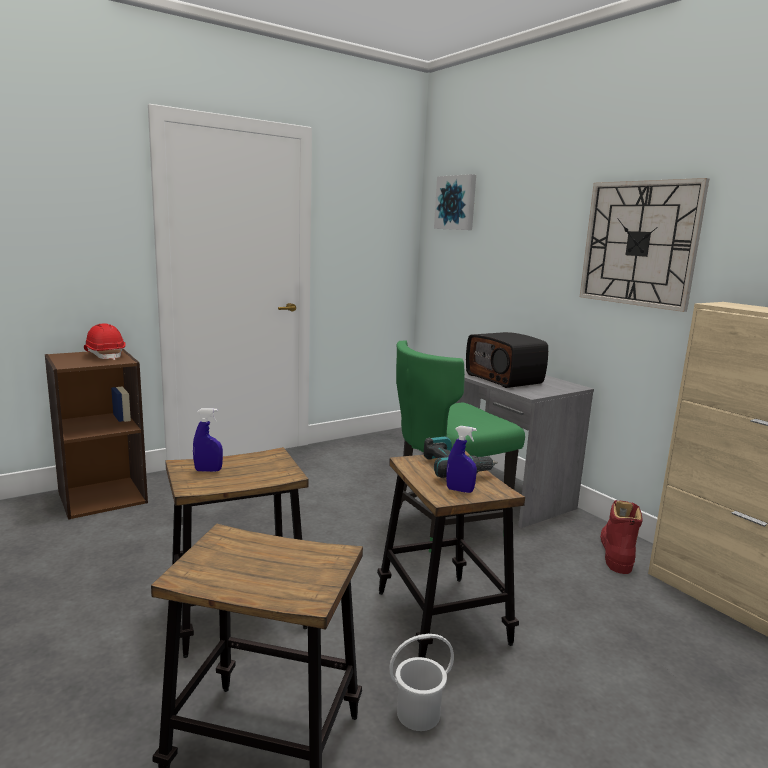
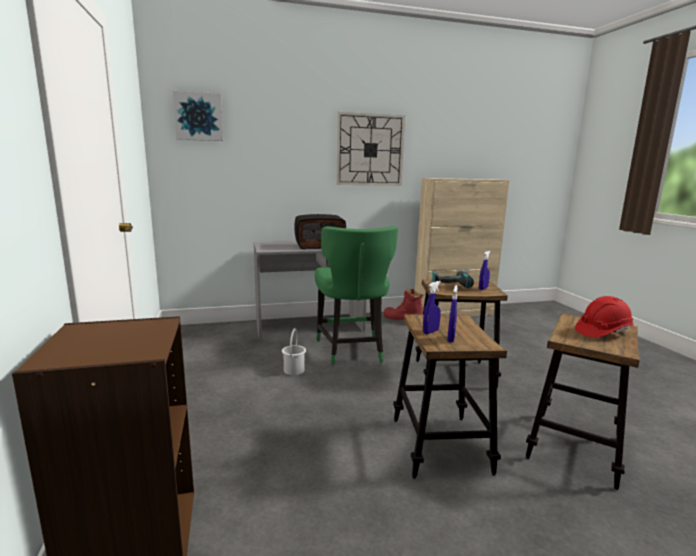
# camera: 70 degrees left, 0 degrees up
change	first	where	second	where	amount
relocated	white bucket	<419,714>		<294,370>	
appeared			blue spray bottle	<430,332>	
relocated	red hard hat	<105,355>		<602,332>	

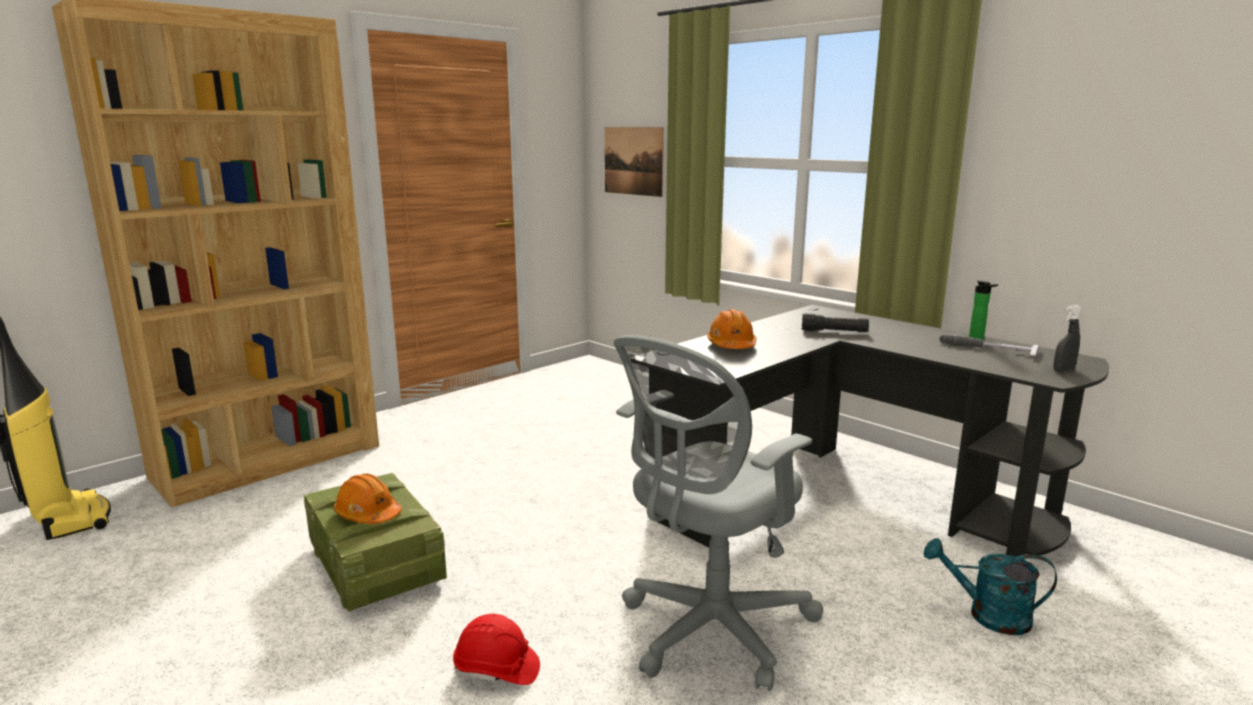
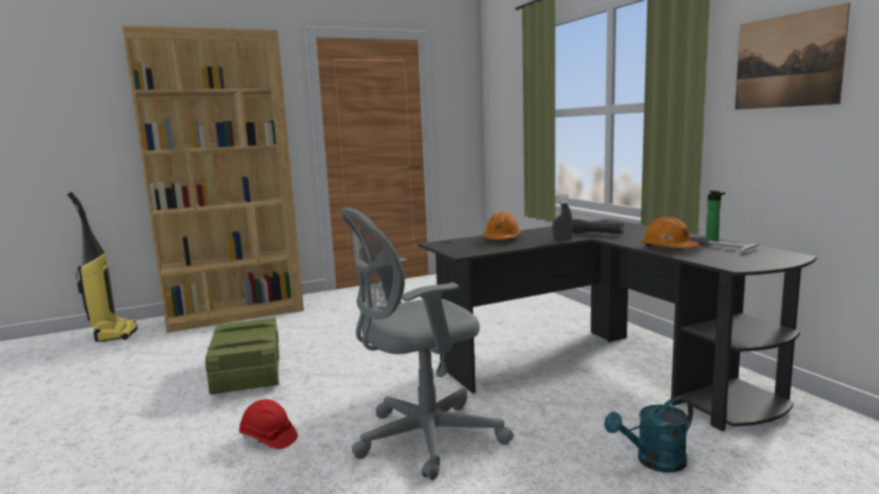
# camera: 20 degrees right, 5 degrees down
change	first	where	second	where	amount
relocated	grey spray bottle	<1063,370>		<562,240>	
spun	turquoise watering can	<988,616>		<654,462>	60 degrees counterclockwise
relocated	orange hard hat	<368,514>		<668,248>	
relocated	picture	<633,161>		<787,61>	

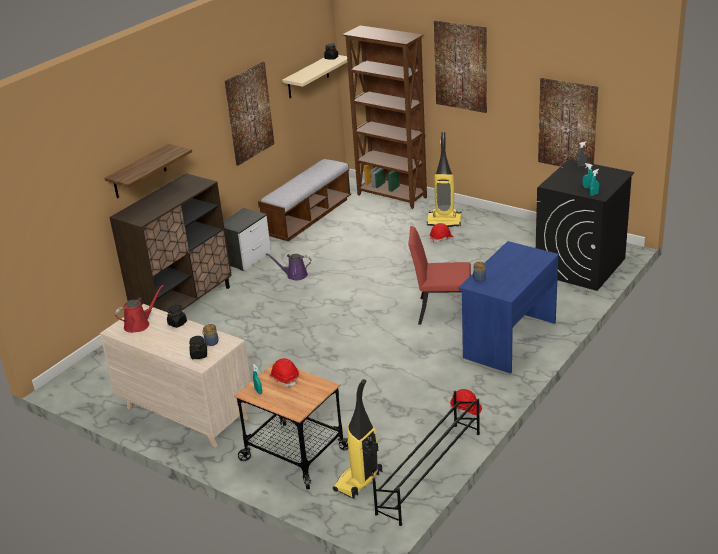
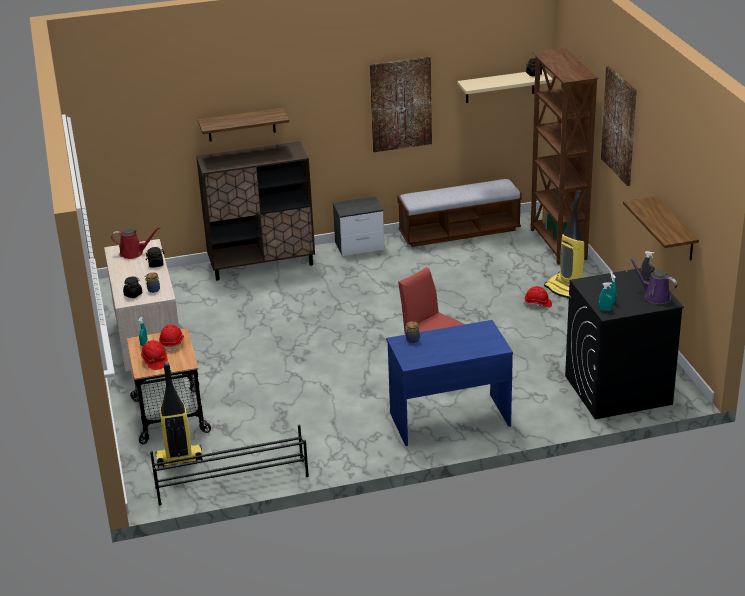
# camera: 40 degrees right, 0 degrees up
change	first	where	second	where	amount
relocated	red hard hat	<465,408>		<154,361>	
exchanged	picture	<567,125>	shelf	<675,229>	
relocated	purple watering can	<294,275>		<655,296>	

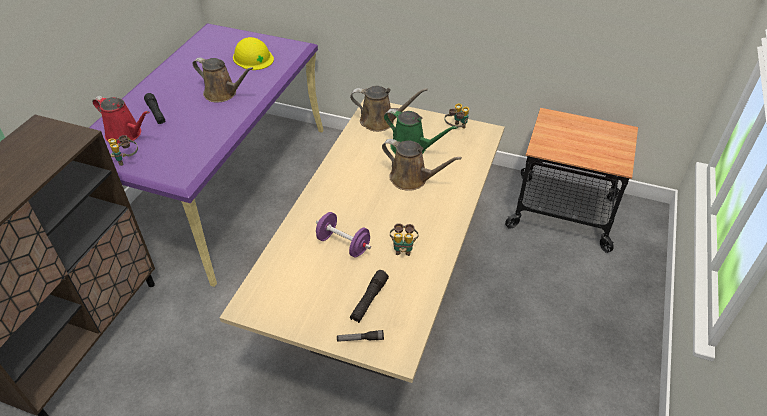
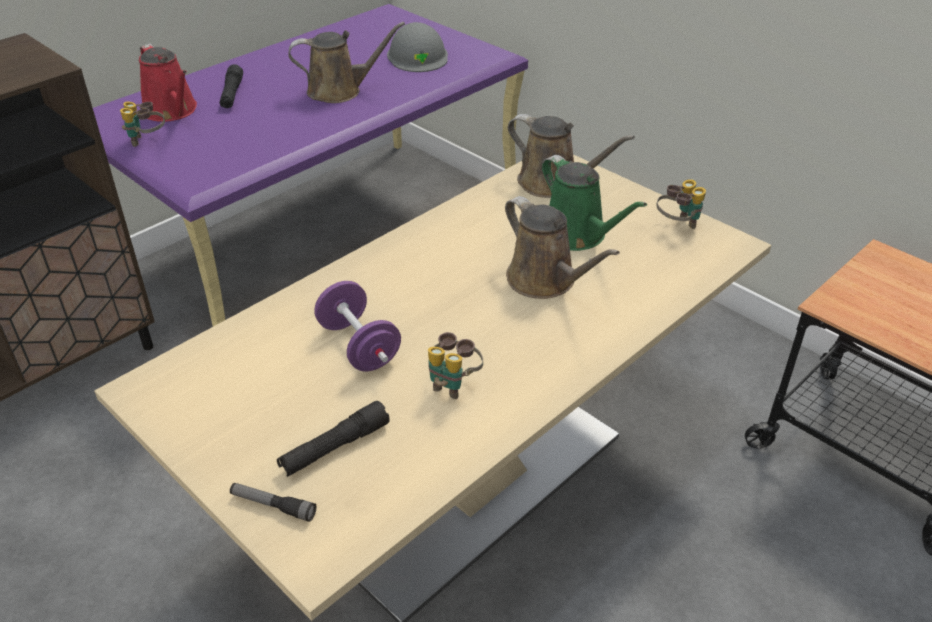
# camera: 25 degrees right, 5 degrees down
change	first	where	second	where	amount
spun	brown watering can	<223,94>		<340,91>	60 degrees counterclockwise
colour	yellow hard hat	<253,58>	grey hard hat	<418,56>	

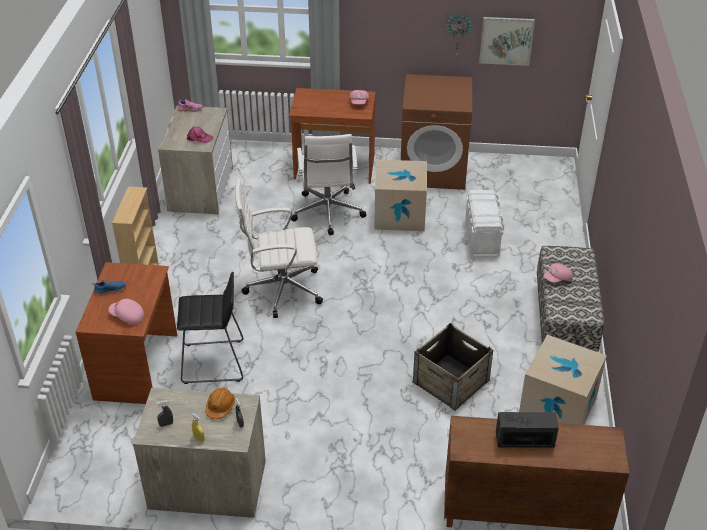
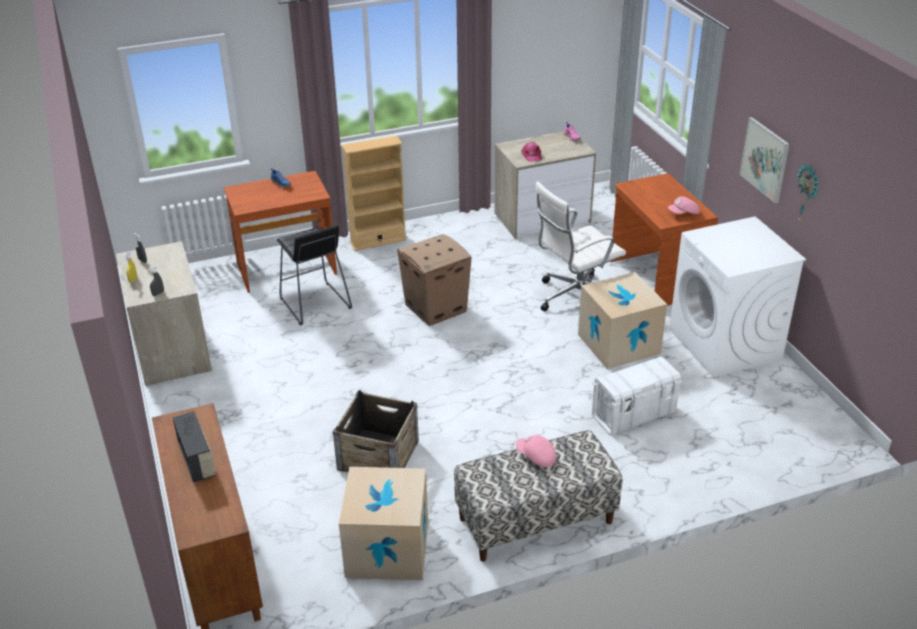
# camera: 65 degrees right, 5 degrees down
change	first	where	second	where	amount
exchanged	white office chair	<281,290>	cardboard box	<436,308>	
colour	brown washing machine	<433,170>	white washing machine	<725,344>	
relocated	picture	<506,41>		<765,159>	
missing	pink cap	<127,317>			
missing	orange hard hat	<220,407>			

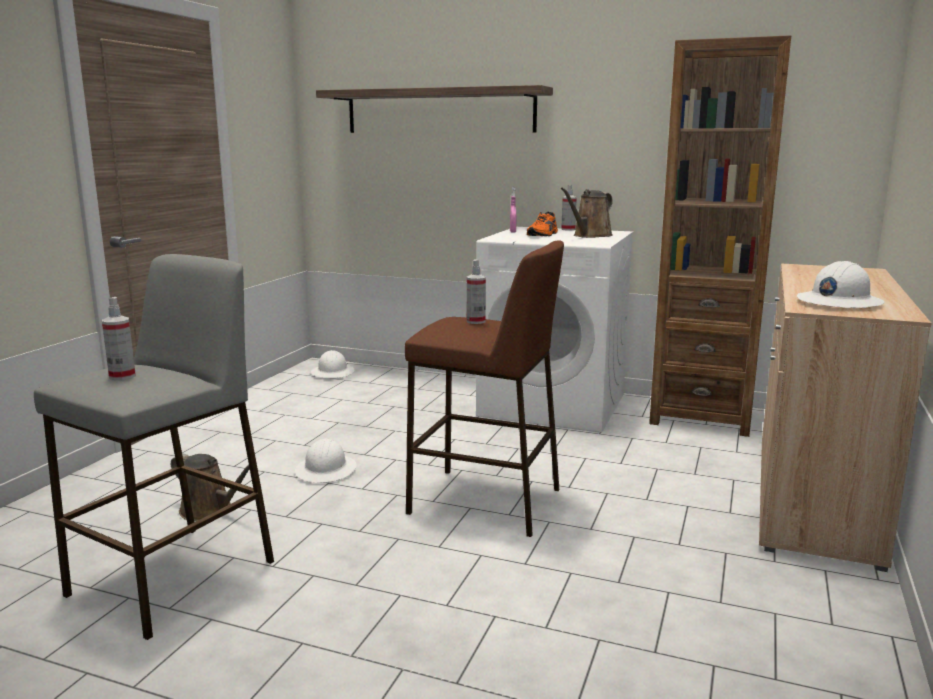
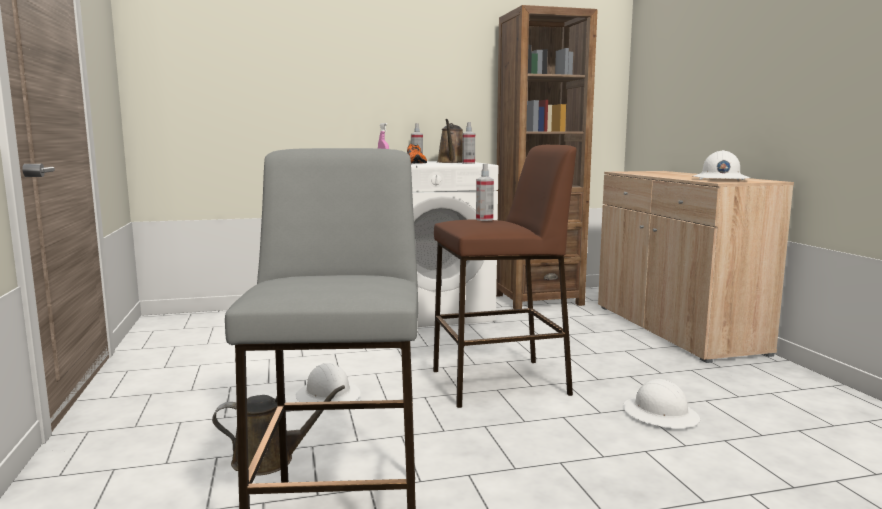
# camera: 35 degrees left, 5 degrees down
change	first	where	second	where	amount
relocated	spray bottle	<122,376>		<468,163>	
relocated	white hard hat	<333,373>		<660,414>	
missing	shelf	<439,111>			

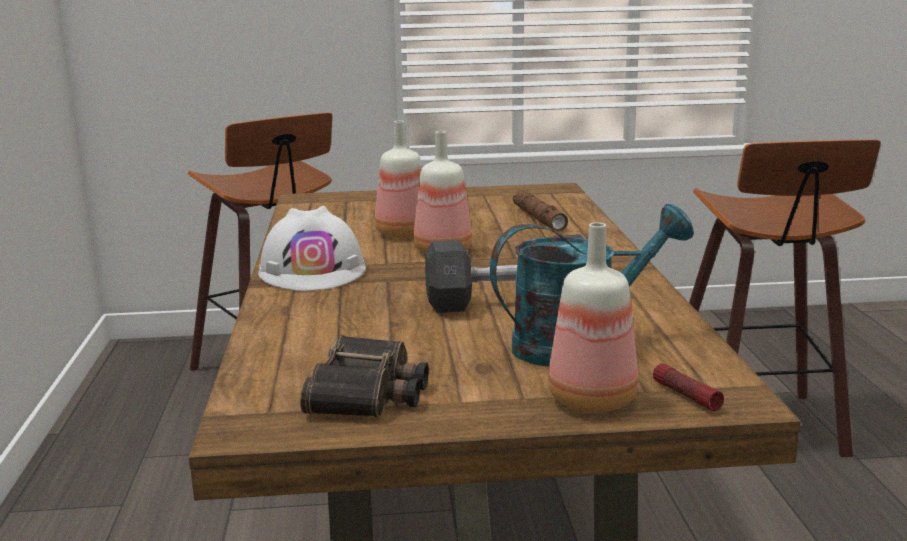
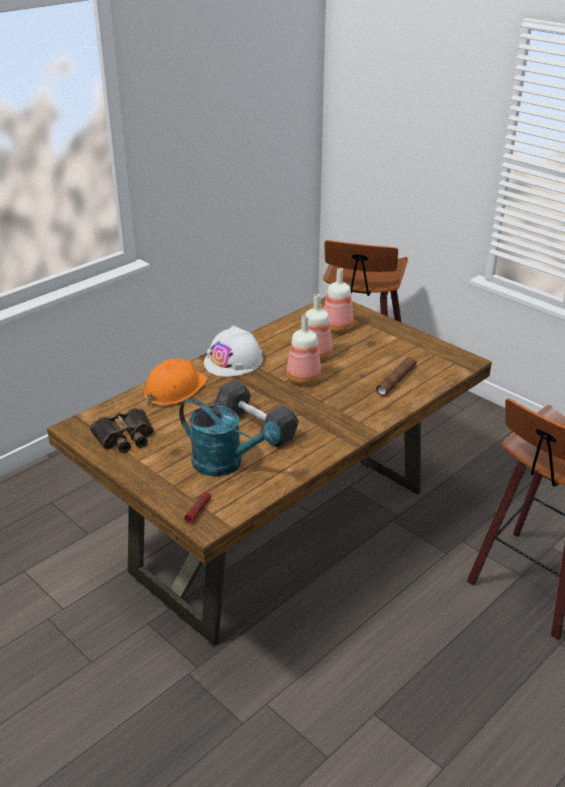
# camera: 50 degrees right, 15 degrees up
change	first	where	second	where	amount
appeared			orange hard hat	<174,389>	
relocated	bottle	<594,401>		<337,328>	

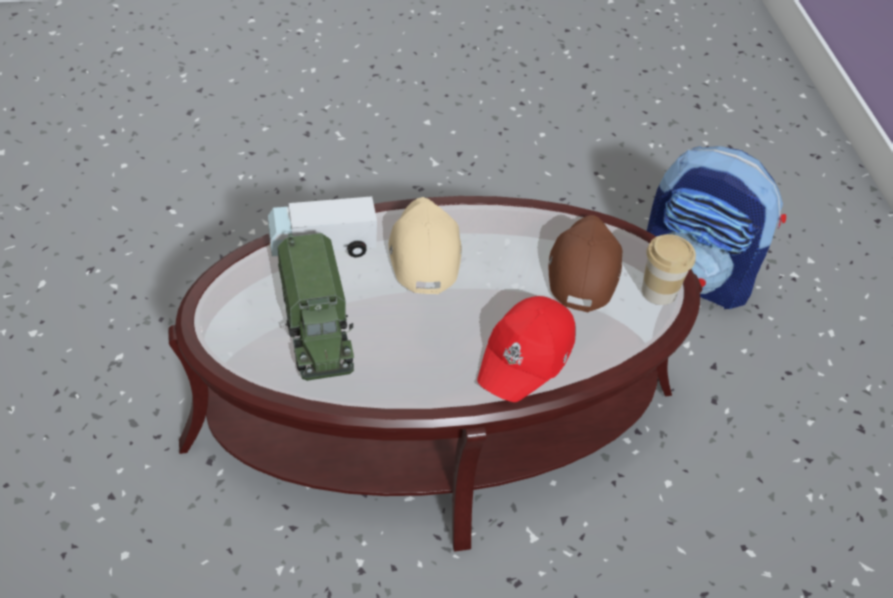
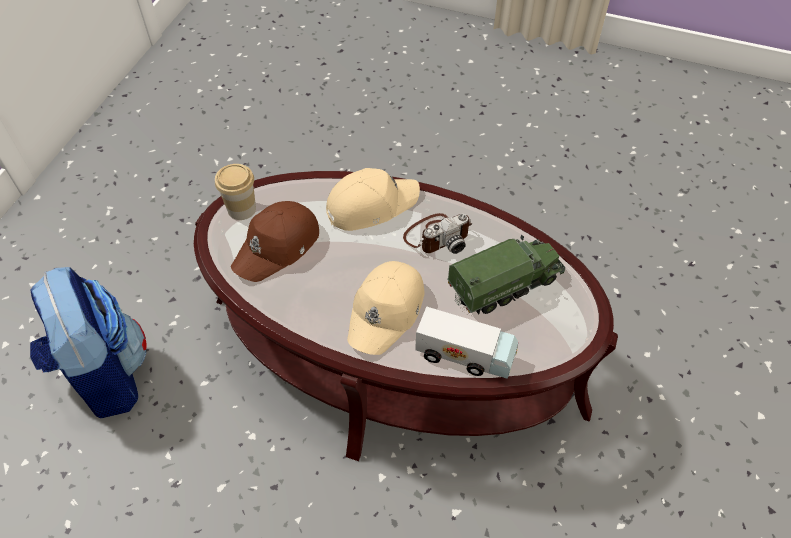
# camera: 145 degrees left, 5 degrees up
change	first	where	second	where	amount
colour	red cap	<527,356>	beige cap	<371,205>	
appeared			photo camera	<437,235>	
spun	toy truck	<316,327>		<505,284>	45 degrees clockwise

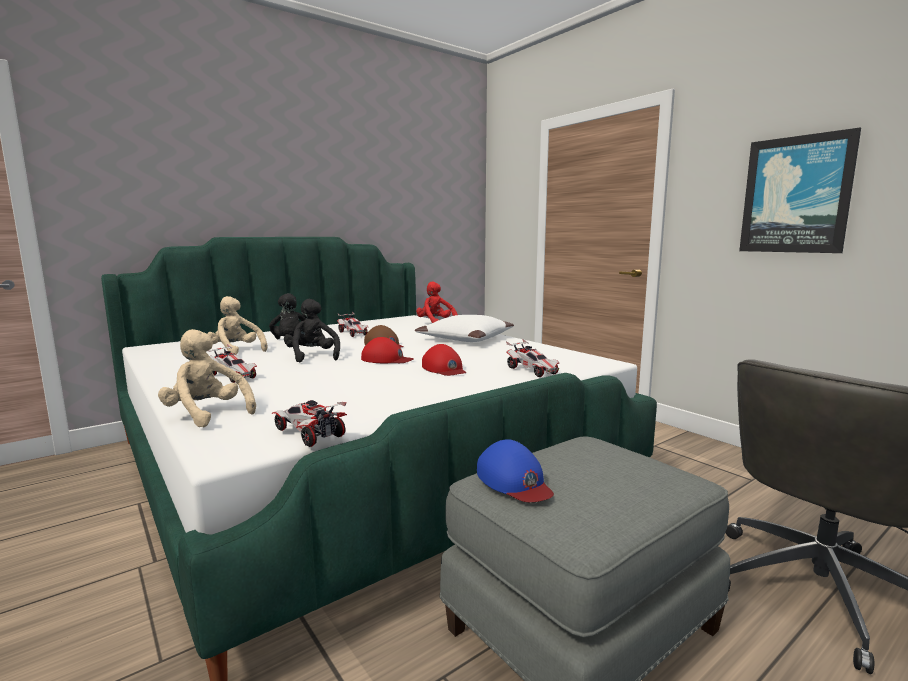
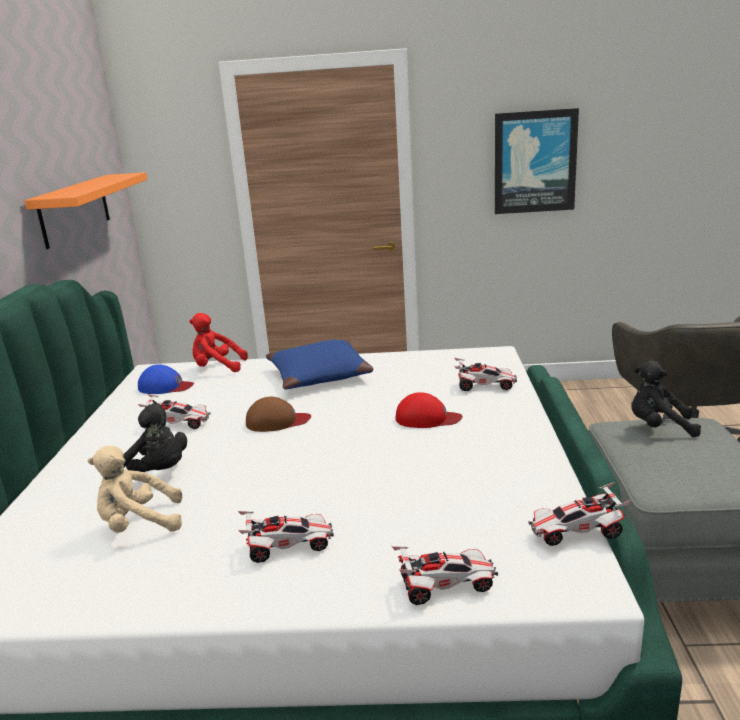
# camera: 50 degrees left, 10 degrees up
change	first	where	second	where	amount
appeared			orange shelf	<75,209>	
relocated	blue cap	<514,481>		<165,387>	
colour	white pillow	<465,339>	blue pillow	<320,375>	
exchanged	beige plush toy	<207,414>	toy car	<445,585>	
relocated	black plush toy	<312,357>		<659,427>	
missing	red cap	<386,359>			

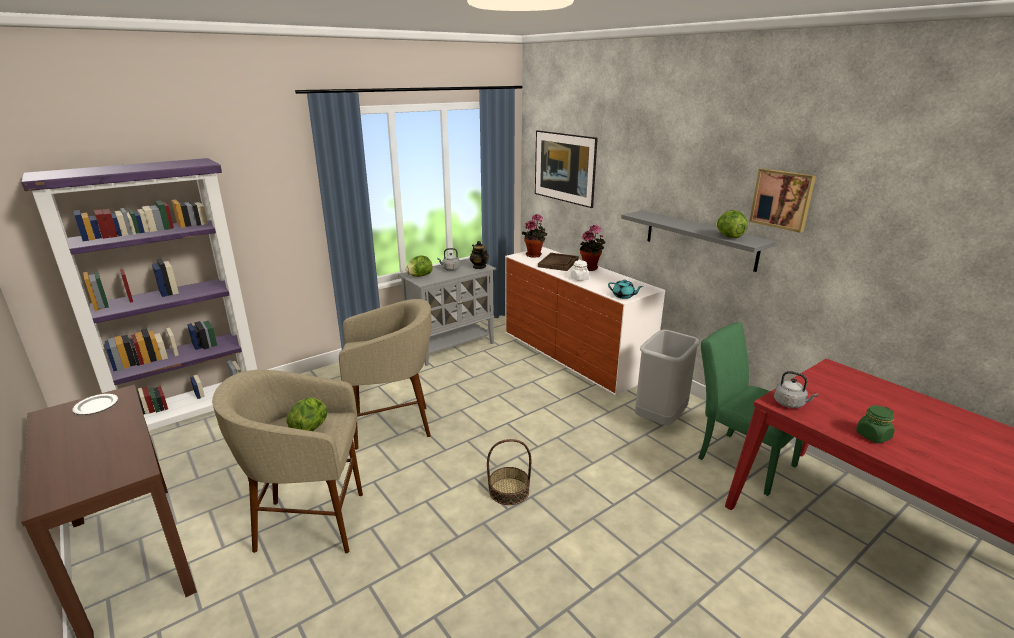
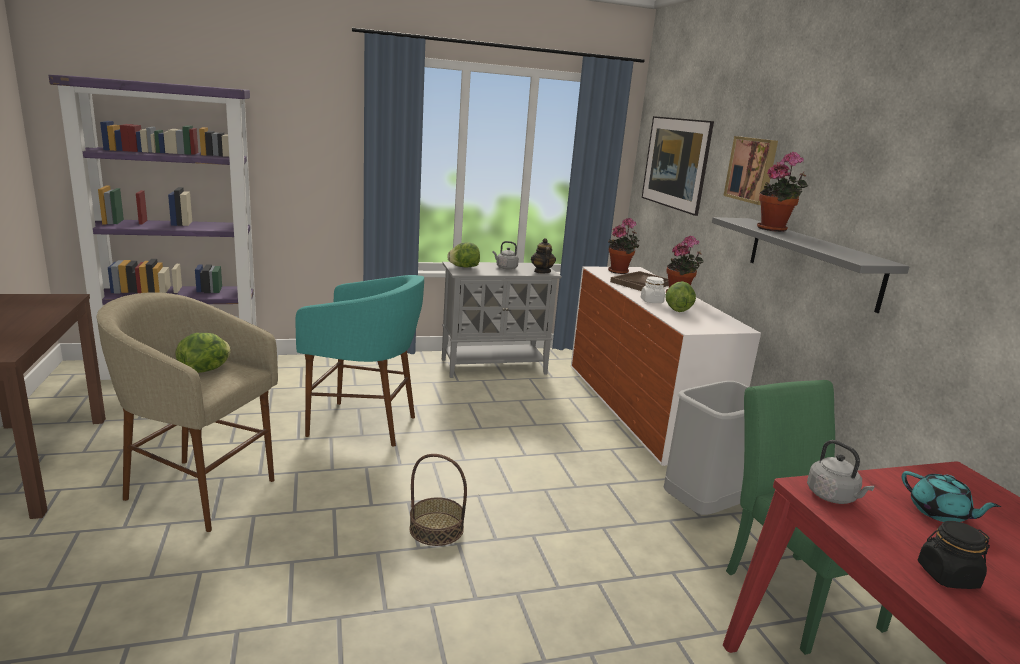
# camera: 20 degrees right, 5 degrees down
change	first	where	second	where	amount
colour	beige stool	<393,426>	turquoise stool	<363,425>	
relocated	lettuce	<728,236>		<677,310>	
relocated	picture	<782,199>		<752,170>	
appeared			potted plant	<774,229>	
relocated	turquoise teapot	<623,296>		<939,513>	
colour	green jar	<873,436>	black jar	<947,576>	
missing	plate	<95,406>			

